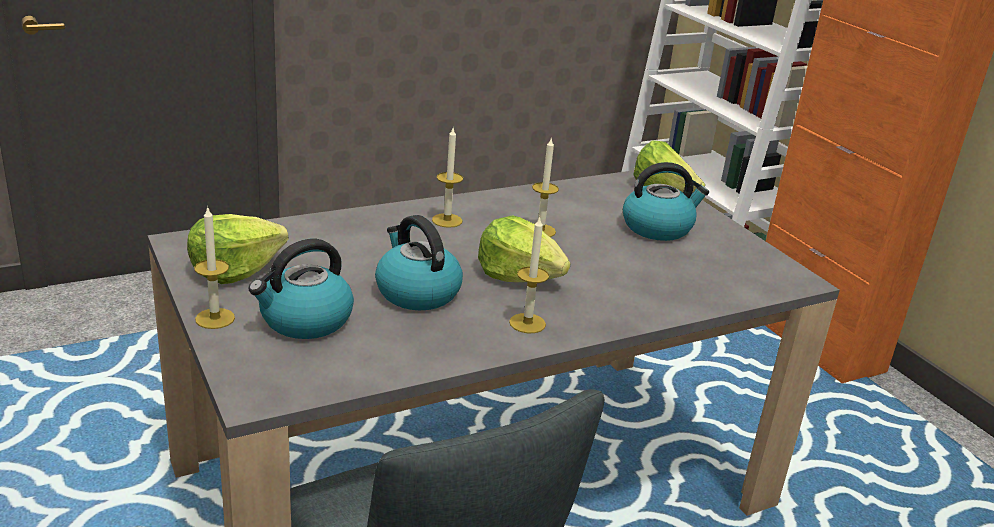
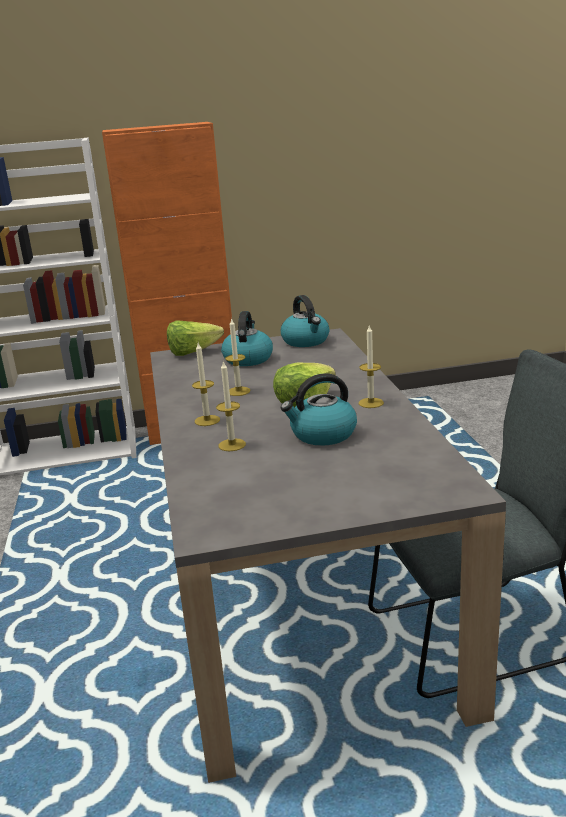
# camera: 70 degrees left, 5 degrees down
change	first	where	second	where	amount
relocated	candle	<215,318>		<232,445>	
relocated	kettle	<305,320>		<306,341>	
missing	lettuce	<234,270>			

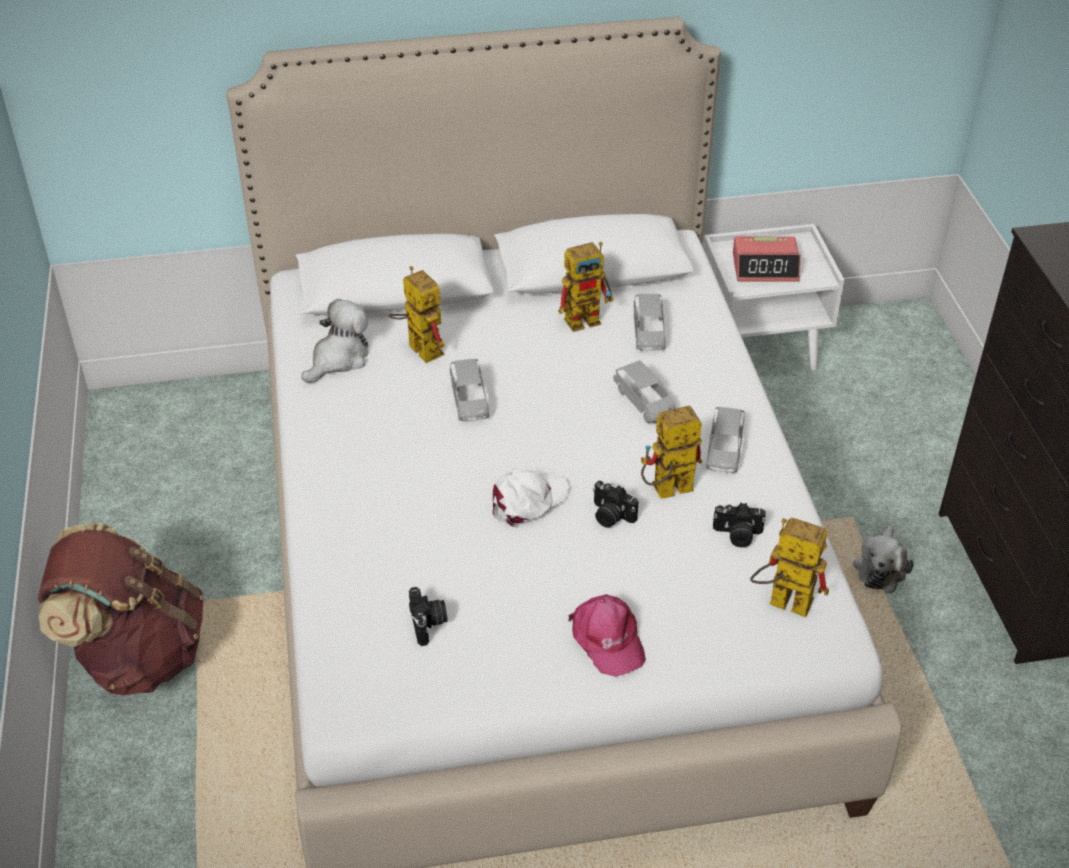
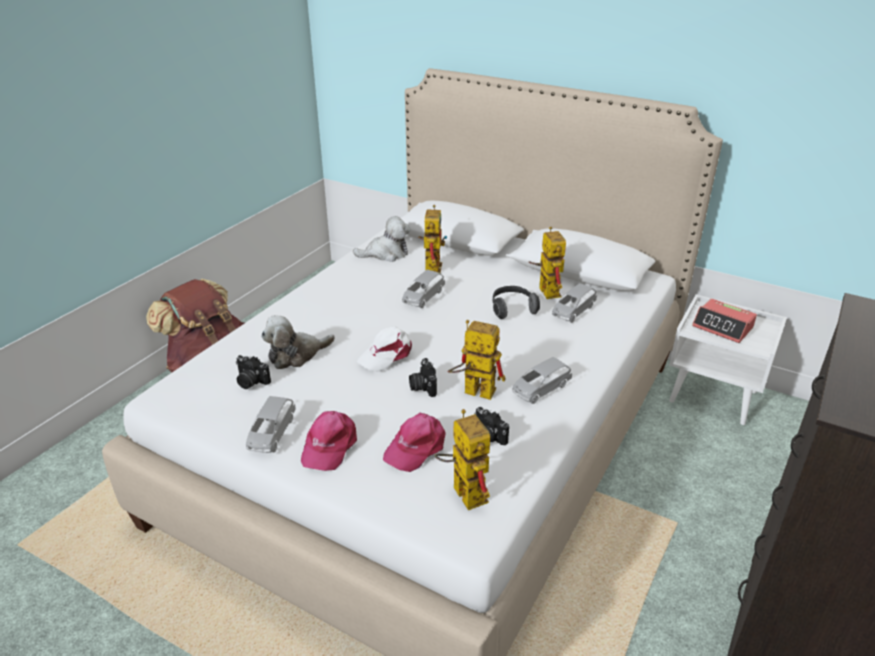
# camera: 40 degrees right, 10 degrees down
change	first	where	second	where	amount
spun	photo camera	<428,624>		<250,381>	90 degrees clockwise
relocated	grey toy car	<644,402>		<271,433>	
relocated	plush toy	<880,568>		<296,355>	
spun	white cap	<528,500>		<386,354>	135 degrees clockwise
appeared			pink cap	<416,447>	
appeared			headphones	<512,309>	
spun	toy robot	<588,317>		<545,290>	120 degrees counterclockwise

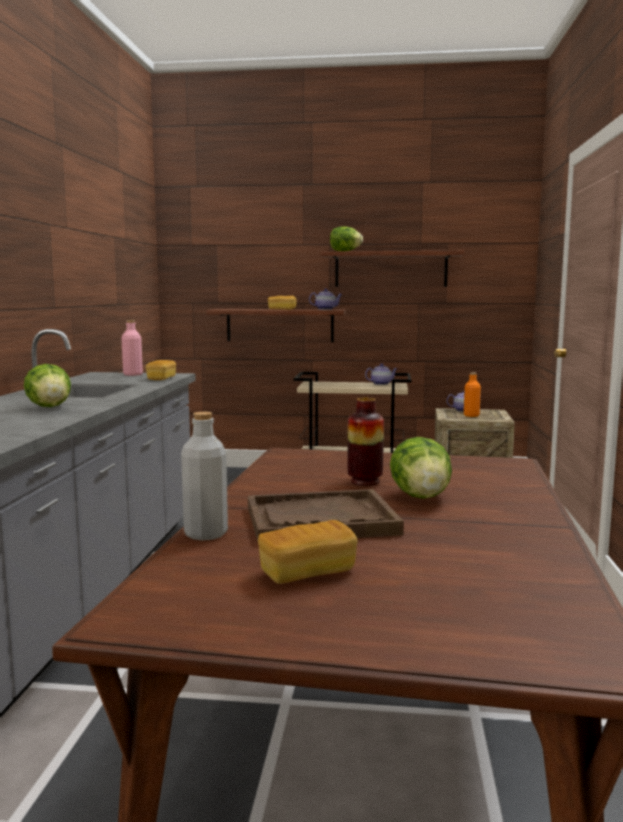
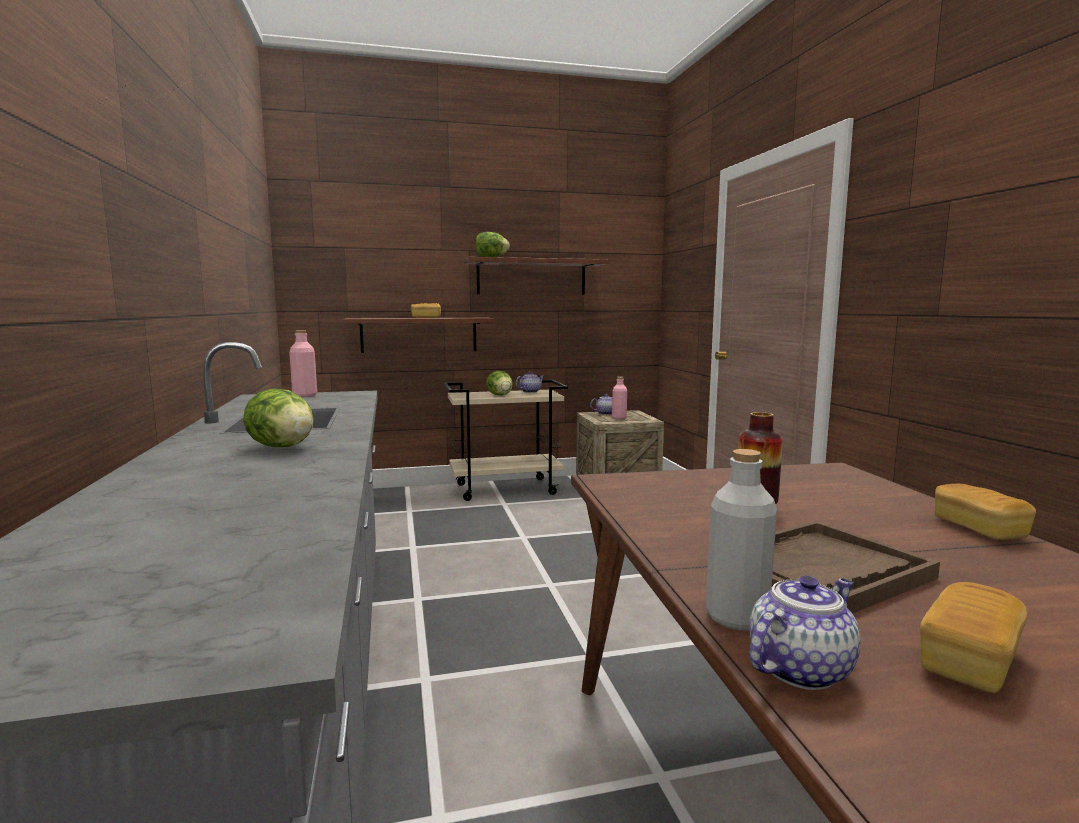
# camera: 20 degrees left, 0 degrees up
change	first	where	second	where	amount
relocated	lettuce	<421,497>		<500,395>	
colour	orange bottle	<471,415>	pink bottle	<619,418>	
relocated	teapot	<326,309>		<800,668>	
relocated	bread	<161,379>		<979,529>	

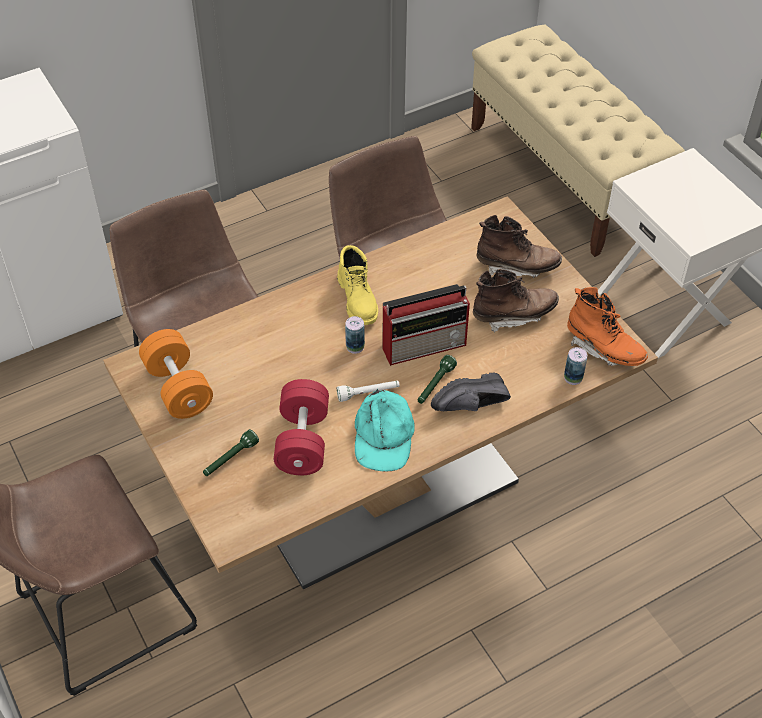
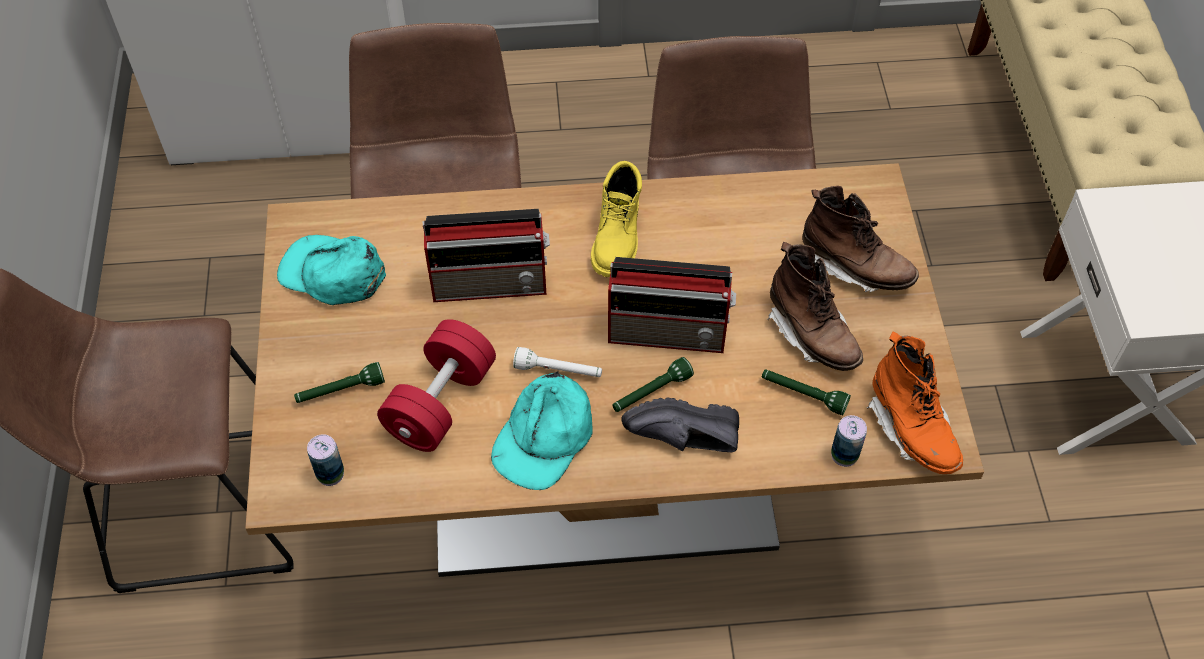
# camera: 25 degrees right, 5 degrees up
change	first	where	second	where	amount
exchanged	orange dumbbell	<178,388>	turquoise cap	<332,273>	
relocated	can	<355,347>		<330,474>	
appeared			radio	<492,283>	
appeared			green flashlight	<803,395>	
spun	brown boot	<513,315>		<812,334>	45 degrees clockwise

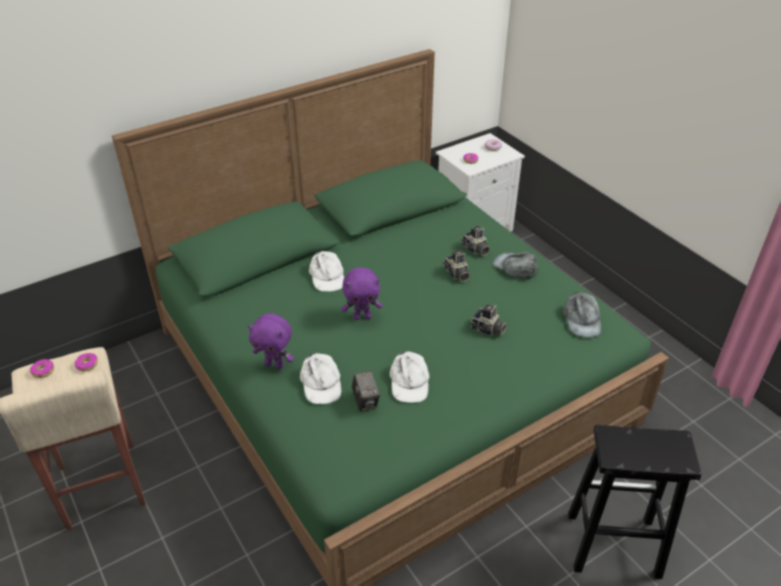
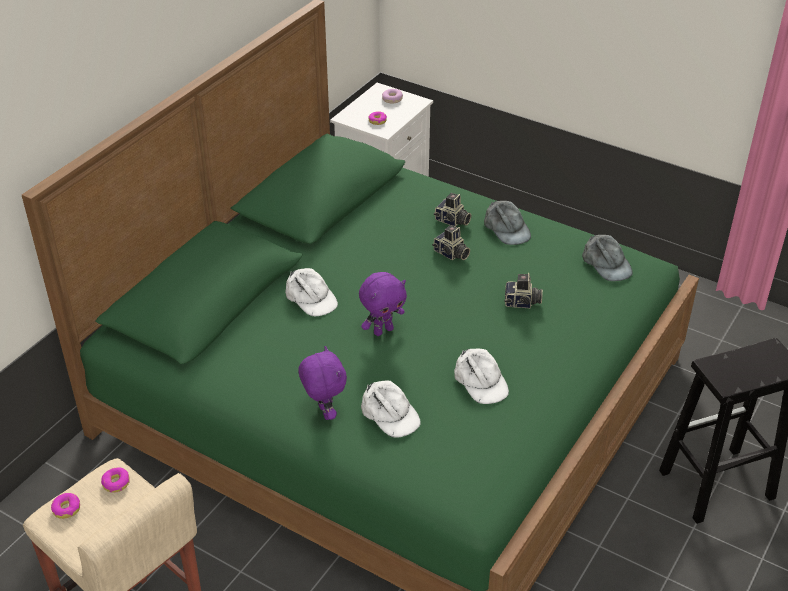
# camera: 25 degrees left, 0 degrees up
change	first	where	second	where	amount
spun	purple plush toy	<275,364>		<324,412>	105 degrees counterclockwise
spun	grey cap	<515,267>		<506,229>	135 degrees counterclockwise
missing	photo camera	<365,401>			

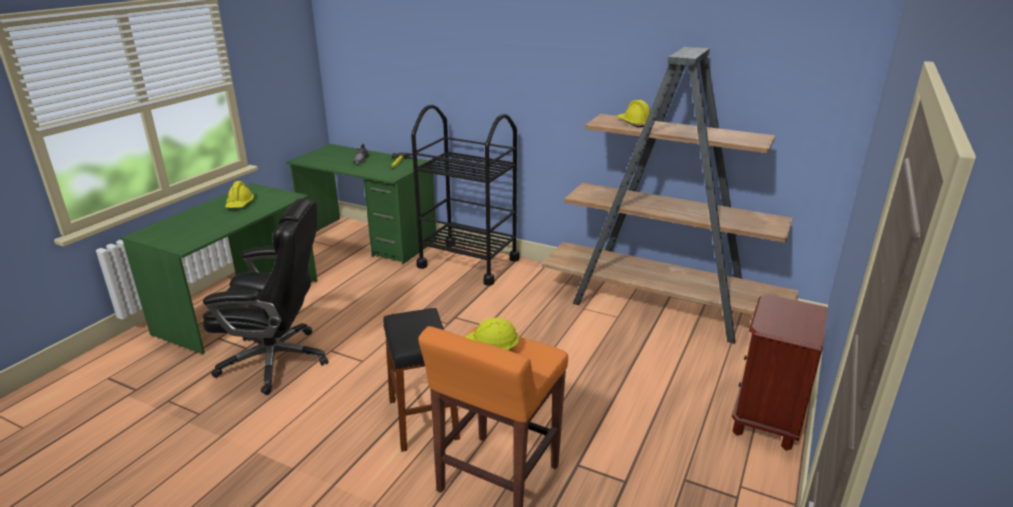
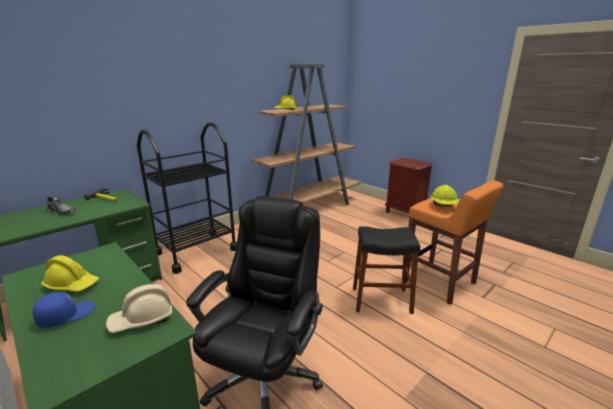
# camera: 70 degrees left, 5 degrees down
change	first	where	second	where	amount
appeared			blue cap	<66,315>	
appeared			beige hard hat	<142,319>	

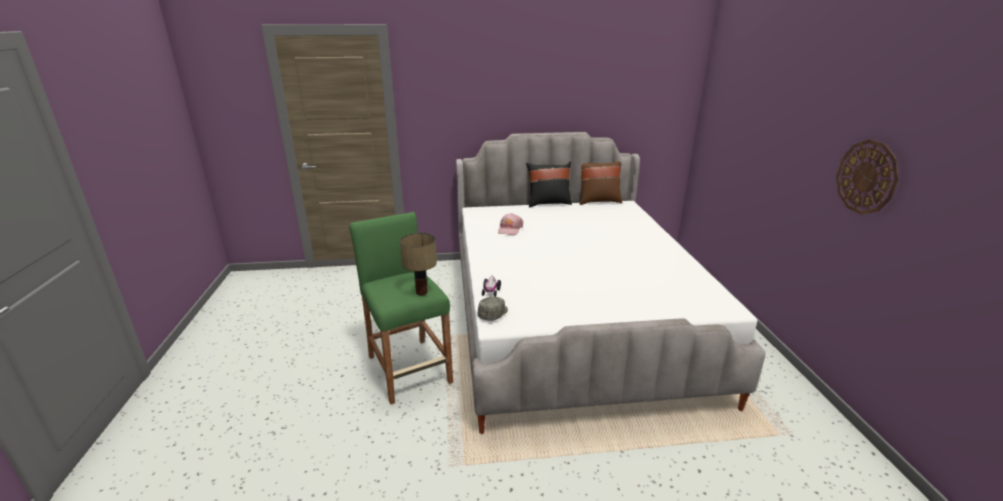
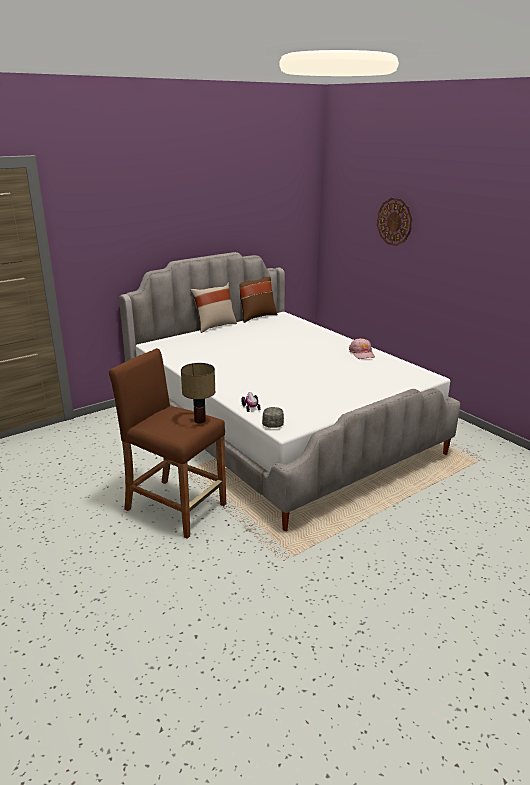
# camera: 30 degrees left, 0 degrees up
change	first	where	second	where	amount
colour	green stool	<409,369>	brown stool	<175,507>	
colour	black pillow	<548,203>	beige pillow	<214,326>	
relocated	pink cap	<510,229>		<362,353>	
relocated	wall clock	<866,177>		<394,221>	

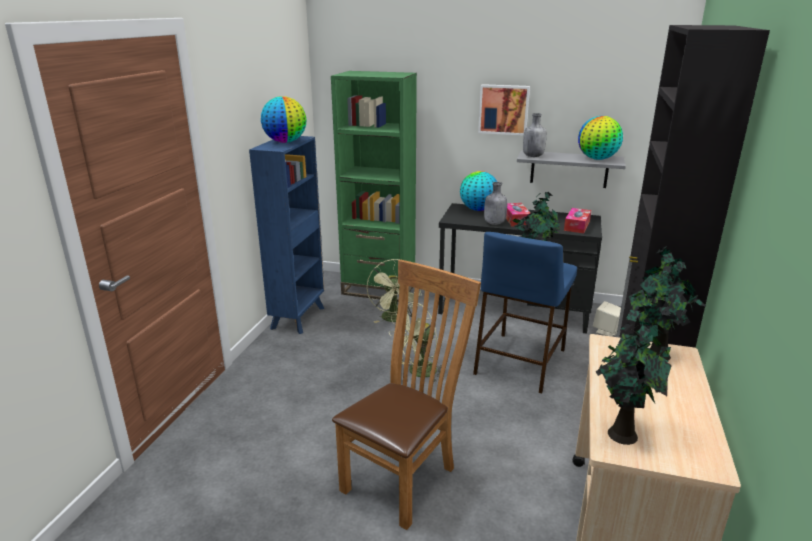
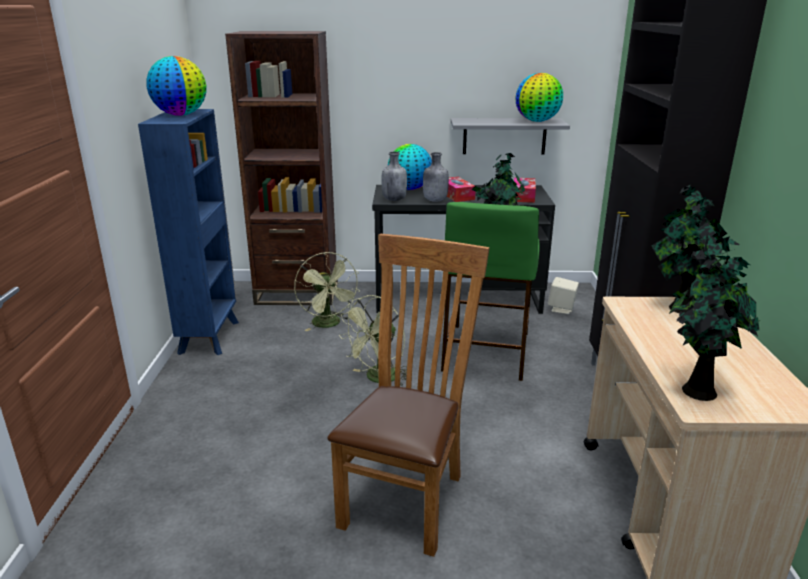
# camera: 15 degrees left, 0 degrees up
change	first	where	second	where	amount
colour	green bookcase	<379,289>	brown bookcase	<297,294>	
relocated	grey bottle	<533,156>		<394,199>	
colour	blue stool	<520,360>	green stool	<486,350>	
missing	picture	<503,109>			

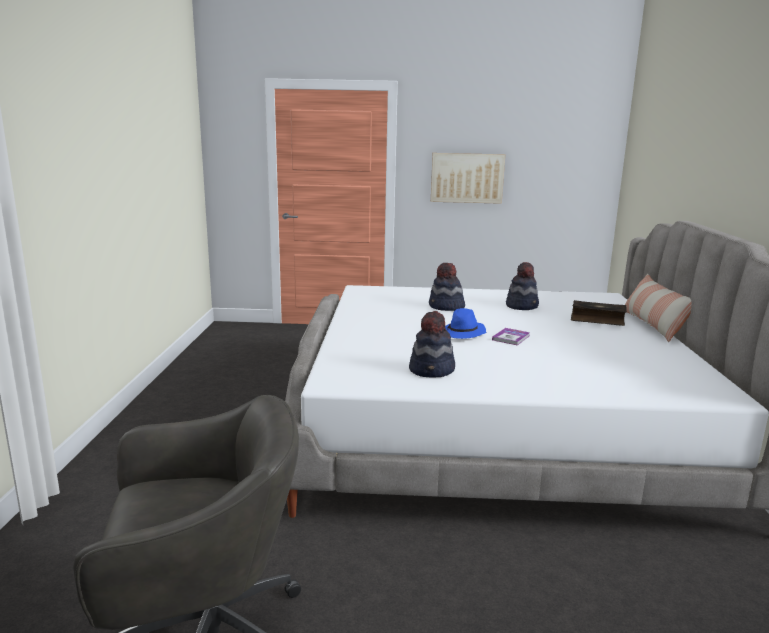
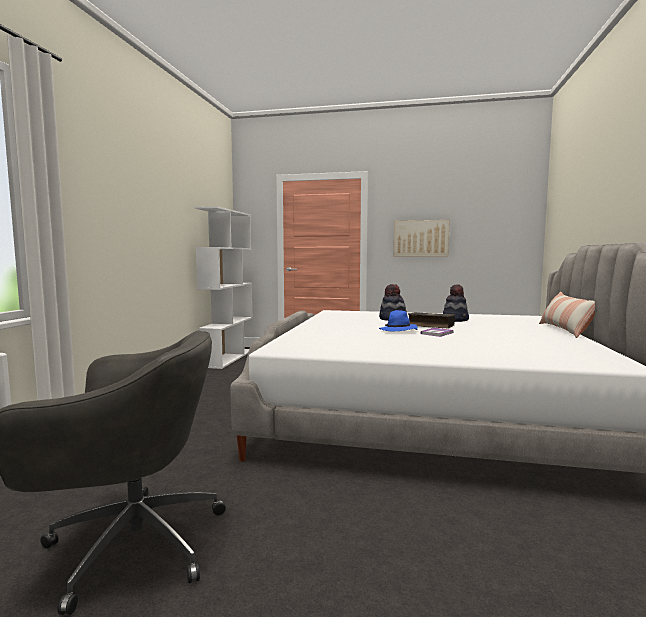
# camera: 10 degrees right, 10 degrees down
change	first	where	second	where	amount
appeared			white bookcase	<228,358>	
relocated	book	<597,320>		<430,326>	
missing	hat	<432,370>			

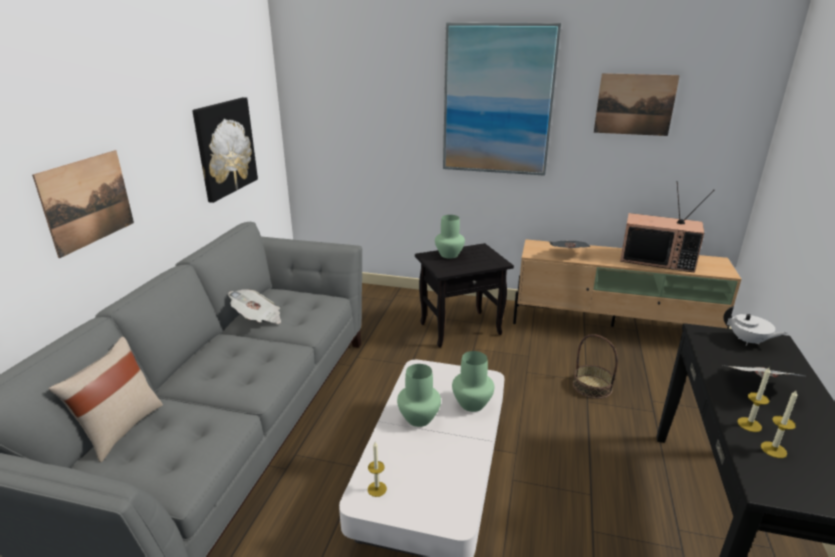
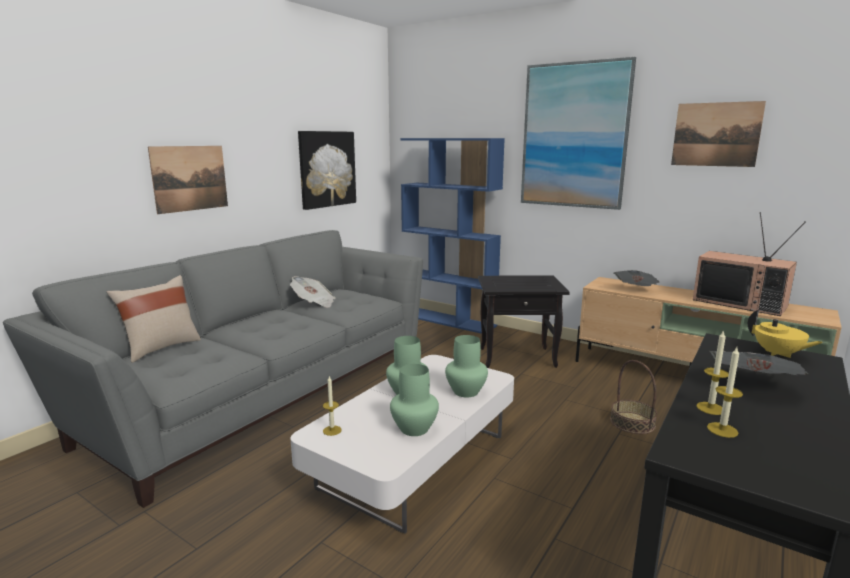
# camera: 20 degrees right, 10 degrees down
change	first	where	second	where	amount
relocated	green vase	<449,255>		<414,429>	
appeared			blue bookcase	<449,320>	
colour	white teapot	<748,341>	yellow teapot	<777,354>	

